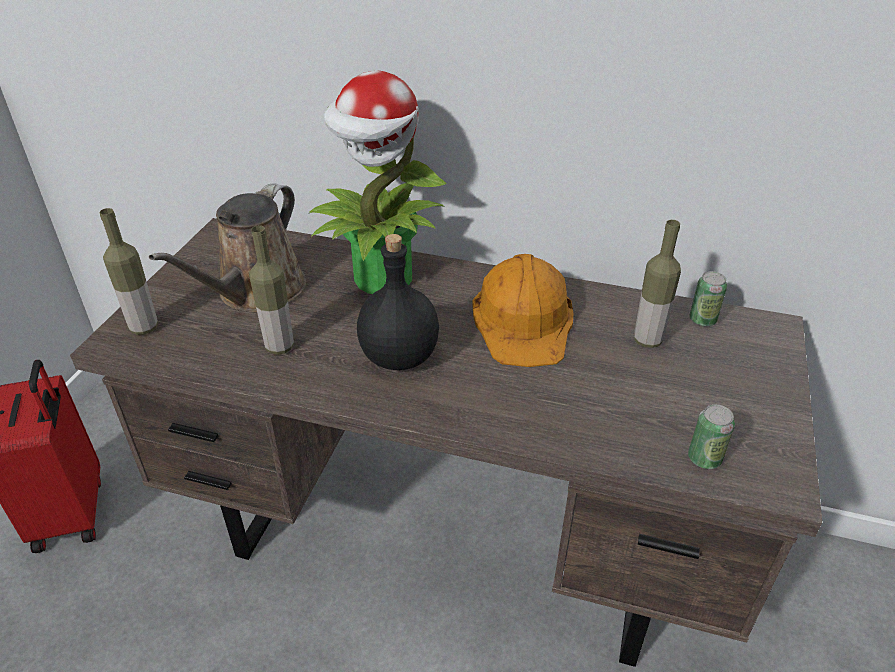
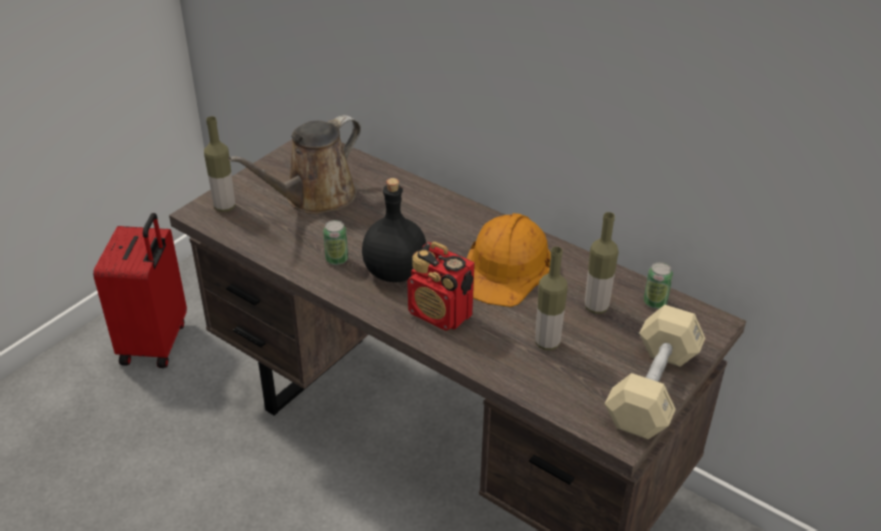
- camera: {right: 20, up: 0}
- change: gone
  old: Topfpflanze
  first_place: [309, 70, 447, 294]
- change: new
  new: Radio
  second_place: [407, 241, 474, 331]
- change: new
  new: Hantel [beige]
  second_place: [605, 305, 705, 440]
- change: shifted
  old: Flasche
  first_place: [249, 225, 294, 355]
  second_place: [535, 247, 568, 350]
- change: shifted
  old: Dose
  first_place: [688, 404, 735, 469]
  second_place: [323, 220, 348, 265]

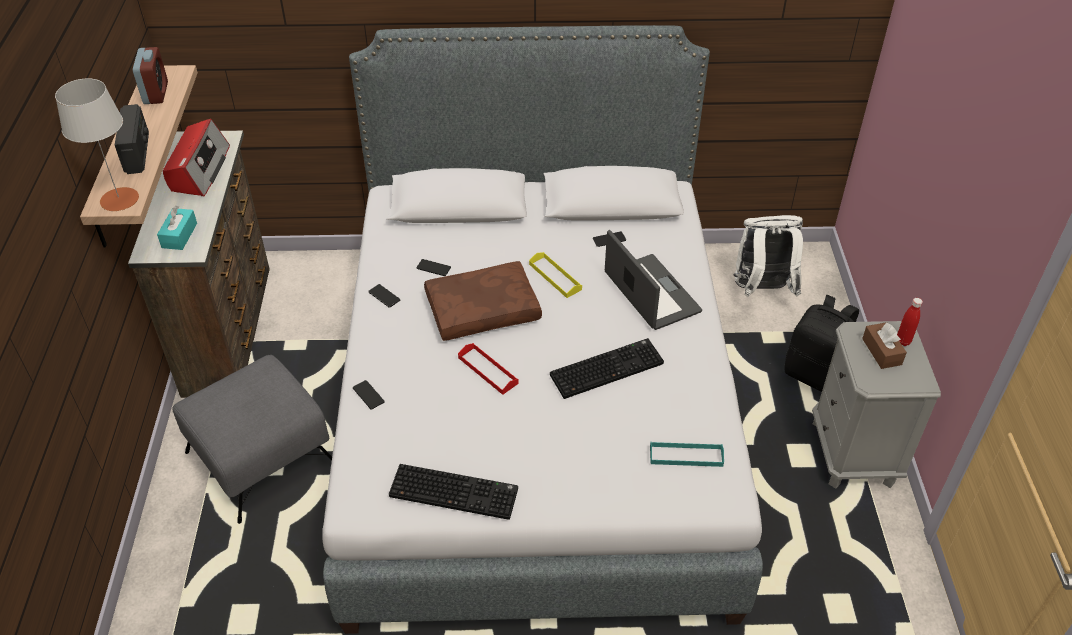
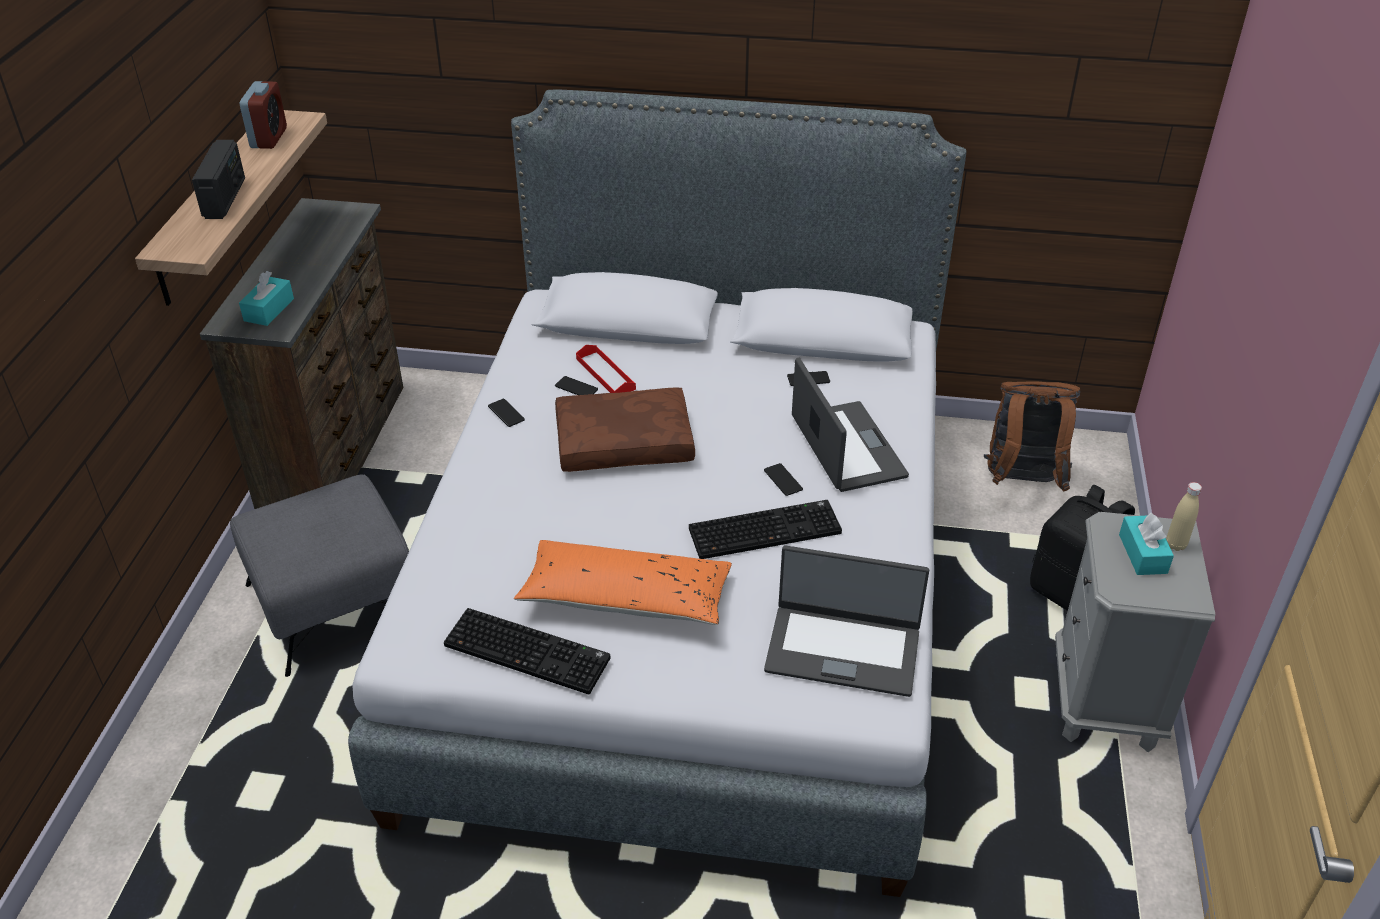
- camera: {right: 10, up: -5}
- change: gone
  old: Tischlampe [grau]
  first_place: [55, 78, 139, 211]
- change: gone
  old: Radio
  first_place: [163, 119, 230, 196]
- change: gone
  old: Tablett [gelb]
  first_place: [529, 252, 582, 298]
- change: new
  new: Kissen [orange]
  second_place: [514, 540, 732, 625]
- change: shifted
  old: Handy
  first_place: [353, 380, 385, 409]
  second_place: [764, 463, 803, 496]
- change: shifted
  old: Tablett [rot]
  first_place: [458, 343, 518, 395]
  second_place: [576, 345, 636, 393]
- change: swapped
  old: Tablett [türkis]
  new: Laptop
  first_place: [650, 442, 724, 467]
  second_place: [764, 545, 929, 697]
- change: repainted
  old: Rucksack [weiß]
  new: Rucksack [braun]
  first_place: [734, 215, 803, 297]
  second_place: [984, 382, 1080, 492]
- change: repainted
  old: Taschentuchbox [braun]
  new: Taschentuchbox [türkis]
  first_place: [862, 322, 907, 369]
  second_place: [1119, 513, 1174, 575]
- change: repainted
  old: Flasche [rot]
  new: Flasche [beige]
  first_place: [897, 298, 923, 346]
  second_place: [1166, 482, 1202, 551]

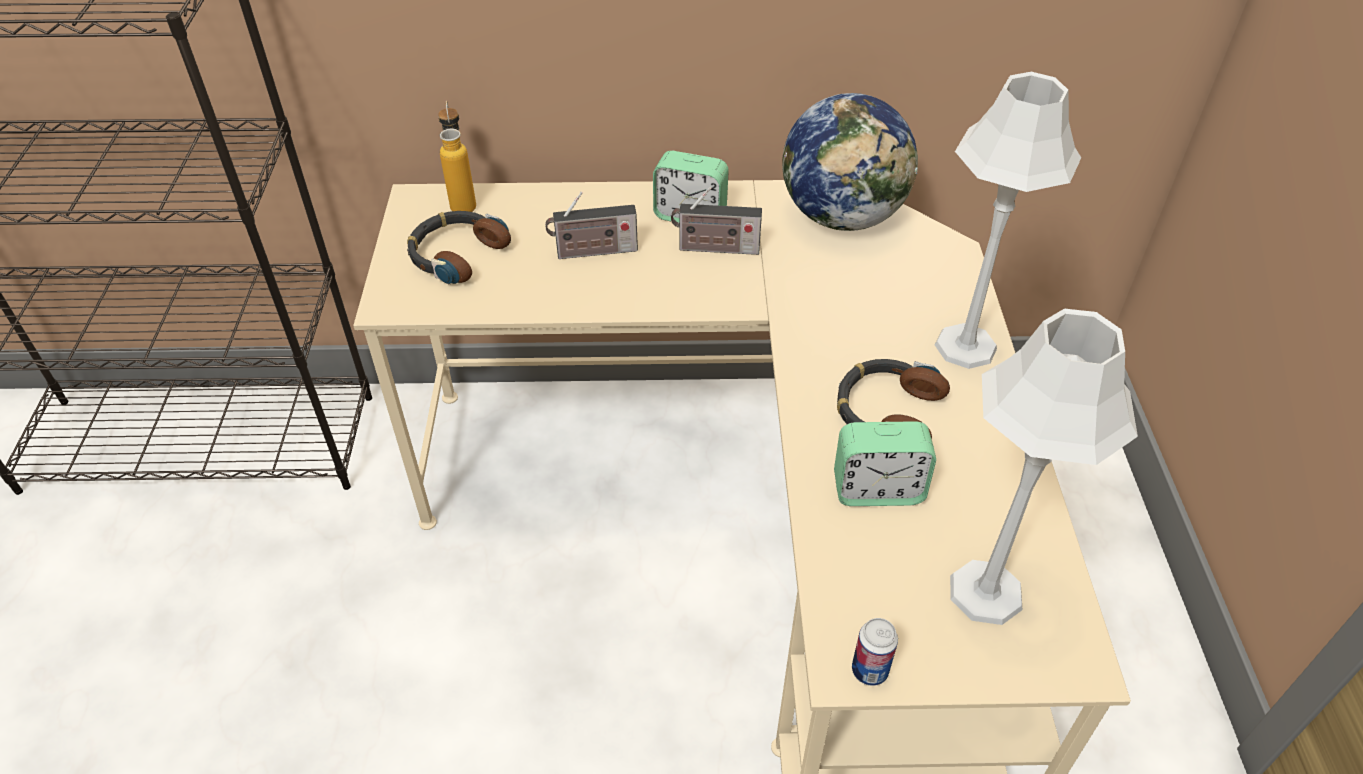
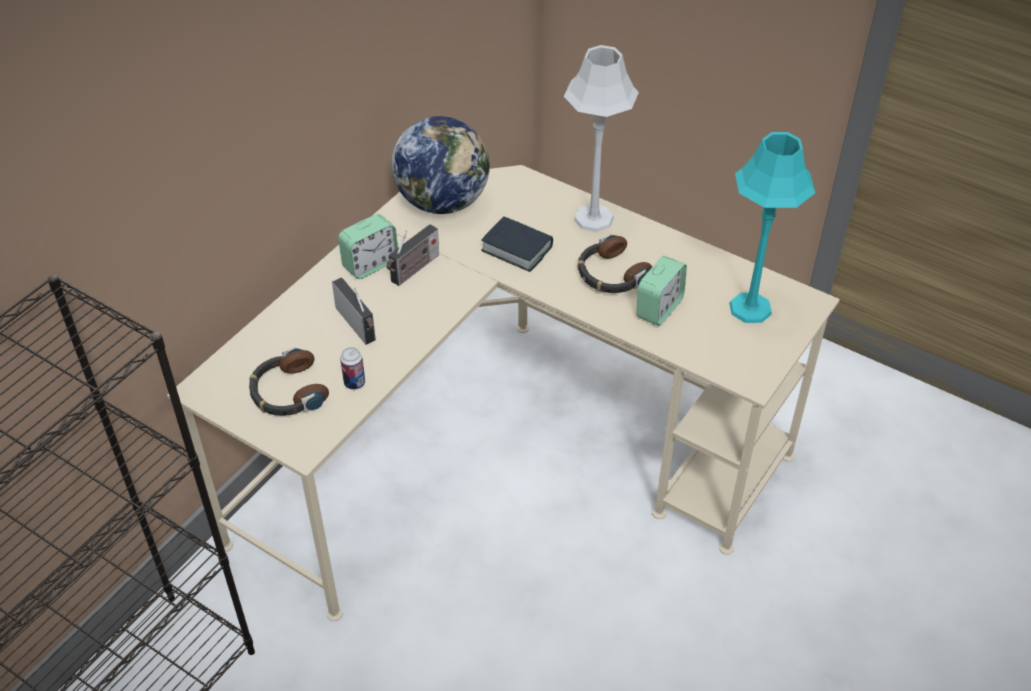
- camera: {right: -55, up: 0}
- change: gone
  old: Flasche
  first_place: [438, 101, 476, 212]
- change: new
  new: Buch
  second_place: [481, 216, 553, 272]
- change: shifted
  old: Dose
  first_place: [852, 618, 898, 686]
  second_place: [340, 347, 365, 390]
- change: repainted
  old: Tischlampe [grau]
  new: Tischlampe [türkis]
  first_place: [950, 309, 1138, 625]
  second_place: [729, 132, 815, 323]
- change: rotated
  old: Radio
  first_place: [545, 191, 638, 259]
  second_place: [332, 277, 376, 345]
  degrees: -60

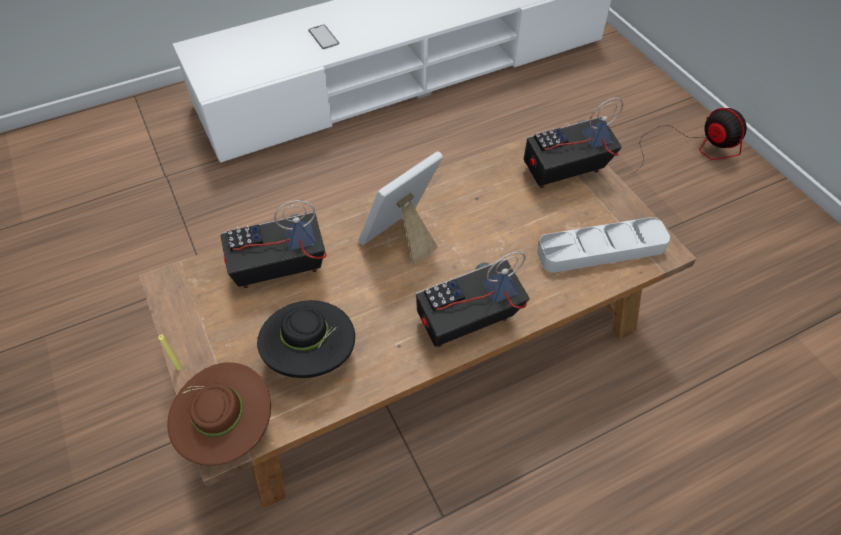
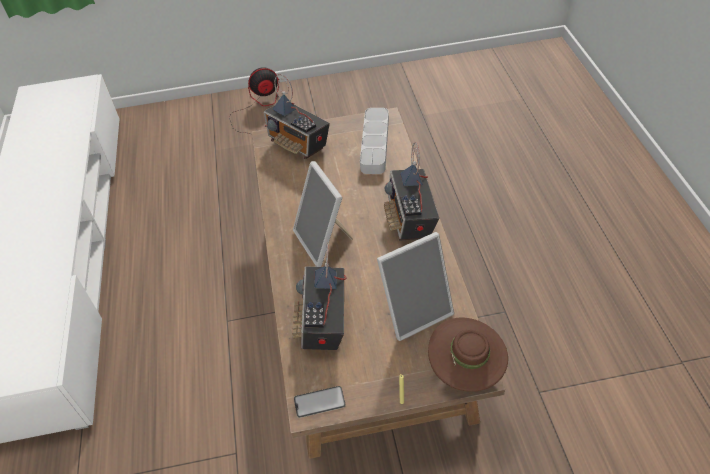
- camera: {right: -70, up: -5}
- change: shifted
  old: Handy
  first_place: [308, 25, 339, 49]
  second_place: [294, 386, 346, 418]
- change: swapped
  old: Hut [schwarz]
  new: Bilderrahmen
  first_place: [257, 300, 355, 378]
  second_place: [377, 232, 454, 341]
- change: rotated
  old: Radio
  first_place: [524, 97, 623, 188]
  second_place: [264, 74, 330, 159]
  degrees: -45

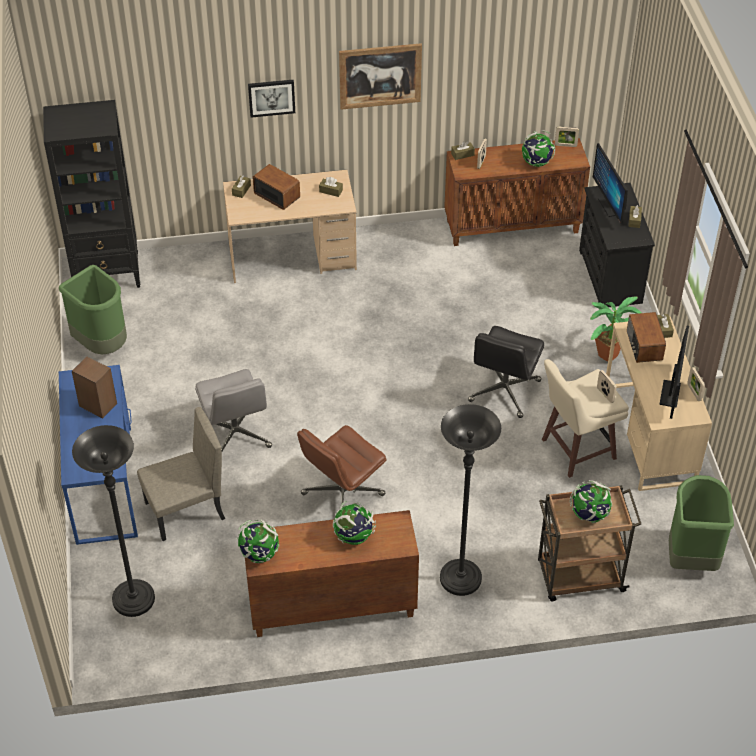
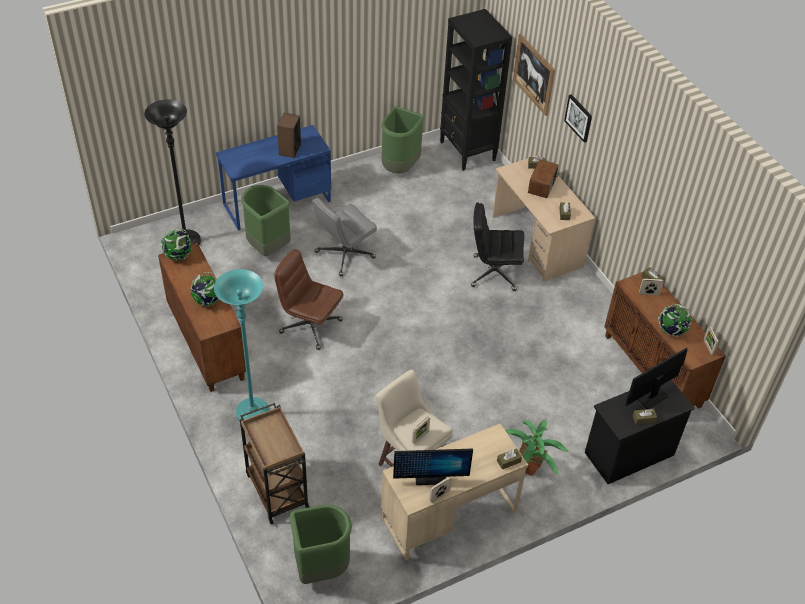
- camera: {right: 70, up: 0}
- change: gone
  old: Globus
  first_place: [569, 480, 612, 523]
- change: gone
  old: Radio
  first_place: [627, 312, 666, 363]
- change: shifted
  old: Bild
  first_place: [339, 43, 422, 110]
  second_place: [513, 34, 555, 116]
- change: shifted
  old: Bürostuhl [schwarz]
  first_place: [468, 326, 544, 418]
  second_place: [471, 203, 524, 291]
- change: swapped
  old: Stuhl [beige]
  new: Mülleimer [grün]
  first_place: [137, 407, 225, 541]
  second_place: [241, 185, 291, 256]
- change: repainted
  old: Stehlampe [schwarz]
  new: Stehlampe [türkis]
  first_place: [440, 404, 501, 596]
  second_place: [214, 269, 269, 421]

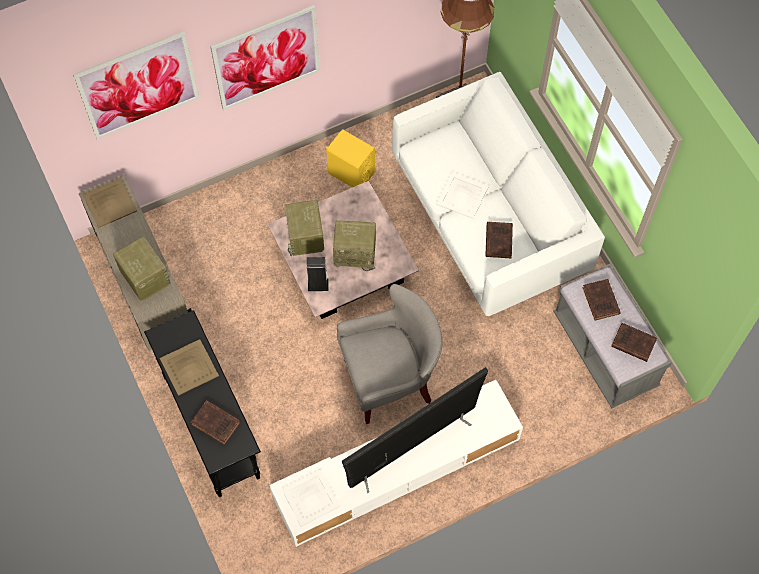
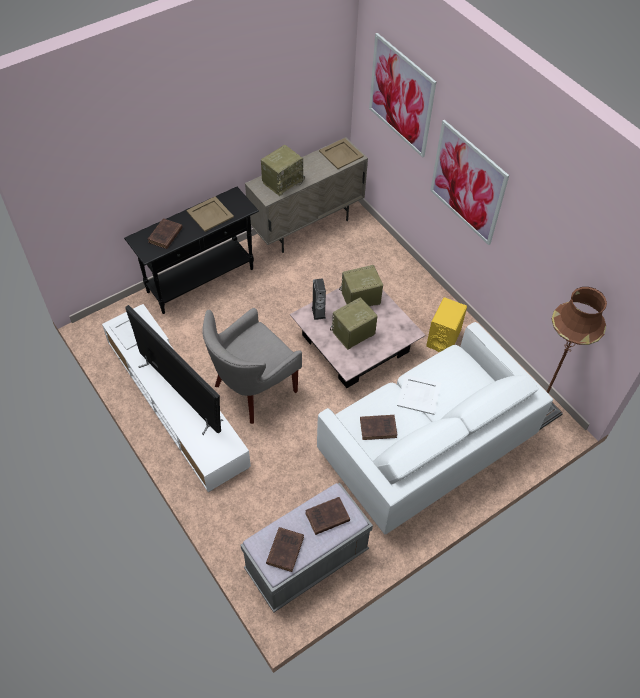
- camera: {right: 80, up: -10}
- change: rotated
  old: Radio
  first_place: [333, 220, 376, 271]
  second_place: [330, 297, 378, 350]
  degrees: 60
- change: rotated
  old: Sessel [grau]
  first_place: [337, 284, 442, 424]
  second_place: [202, 308, 302, 424]
  degrees: 75

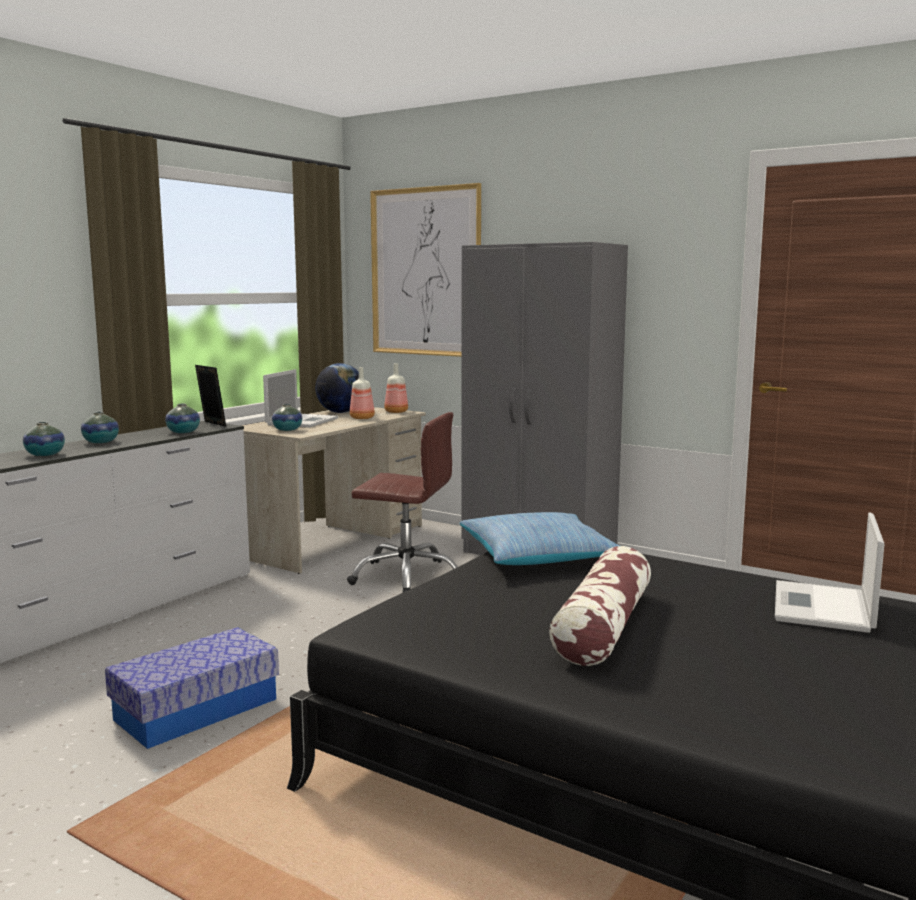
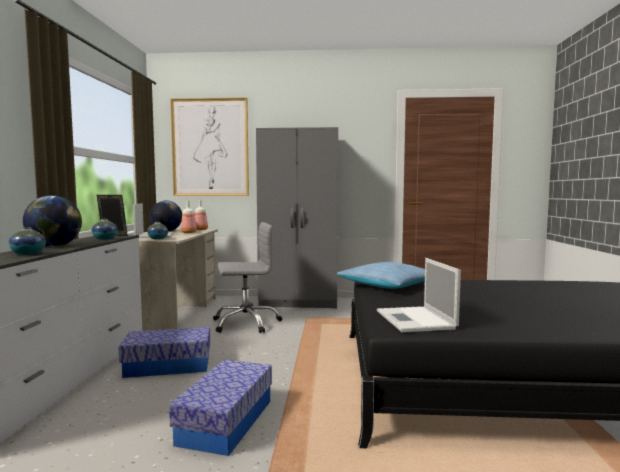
- camera: {right: -30, up: -5}
- change: gone
  old: Kissen
  first_place: [549, 546, 651, 666]
- change: new
  new: Aufbewahrungsbox
  second_place: [119, 327, 210, 378]
- change: shifted
  old: Laptop
  first_place: [775, 512, 885, 633]
  second_place: [377, 258, 461, 333]
- change: swapped
  old: Vase
  new: Globus
  first_place: [81, 412, 119, 443]
  second_place: [23, 195, 82, 247]
- change: repainted
  old: Bürostuhl [braun]
  new: Bürostuhl [grau]
  first_place: [347, 412, 458, 592]
  second_place: [213, 222, 282, 333]

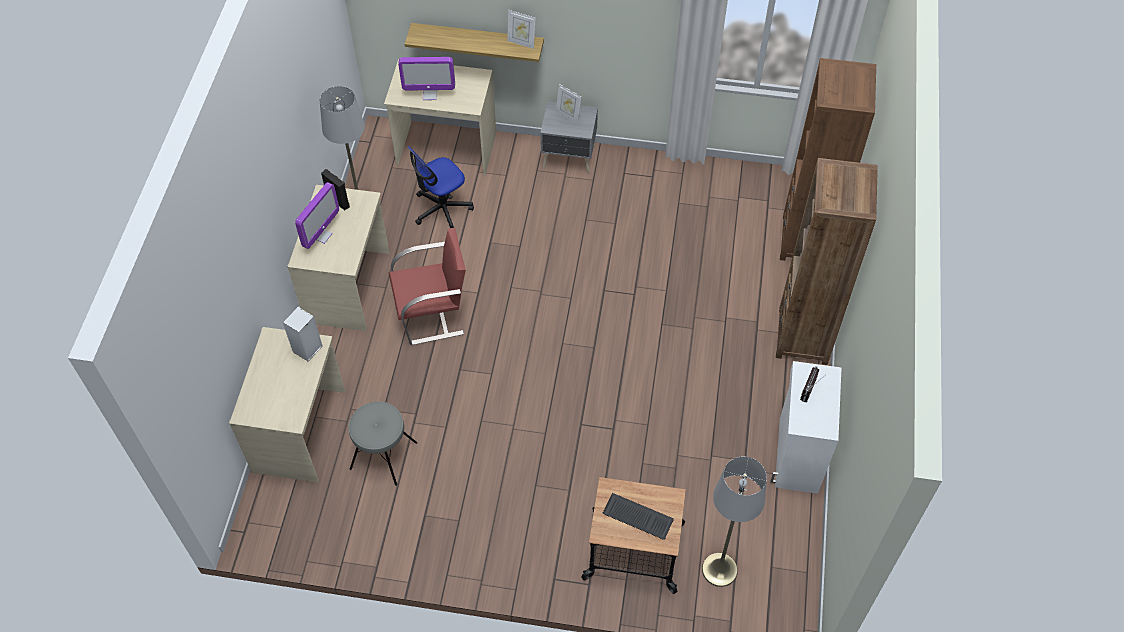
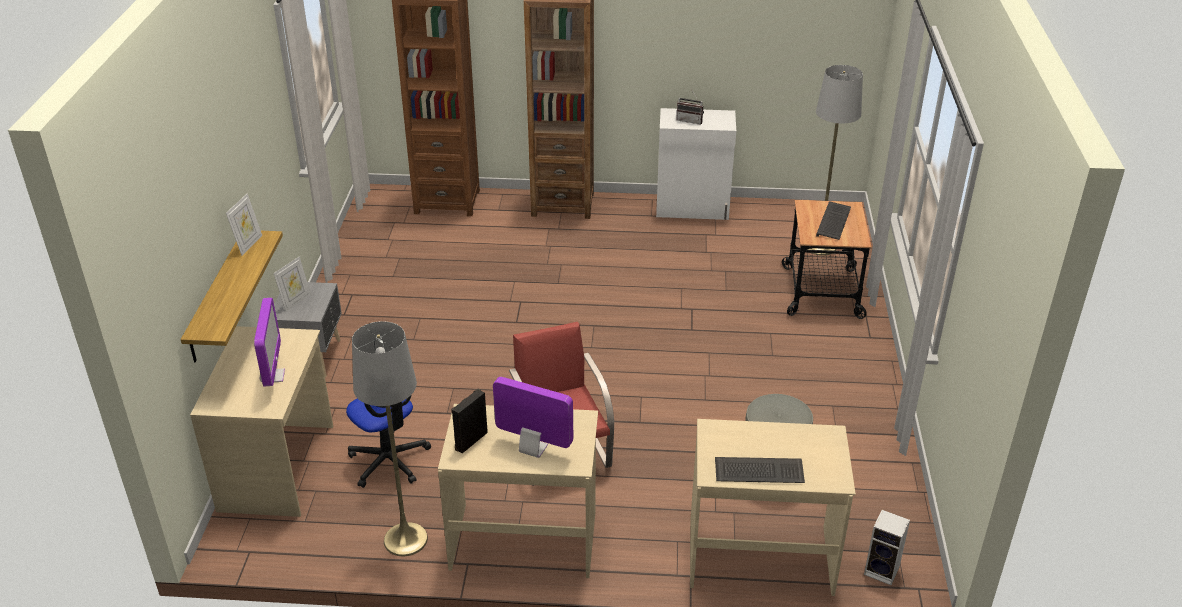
- camera: {right: -95, up: -20}
- change: new
  new: Tastatur
  second_place: [715, 457, 805, 483]
- change: shifted
  old: Lautsprecher
  first_place: [283, 307, 323, 362]
  second_place: [864, 510, 910, 585]

